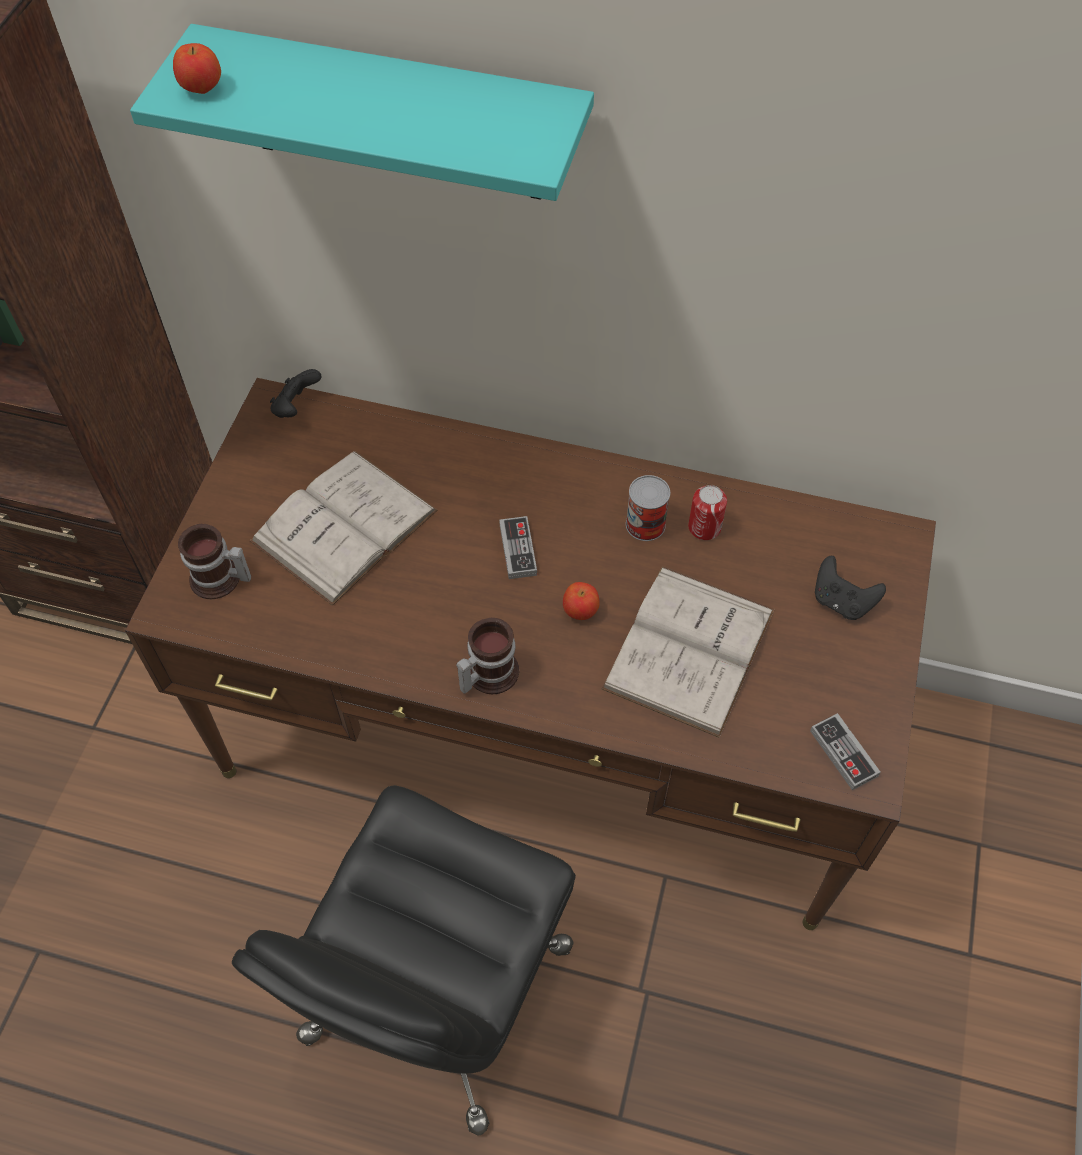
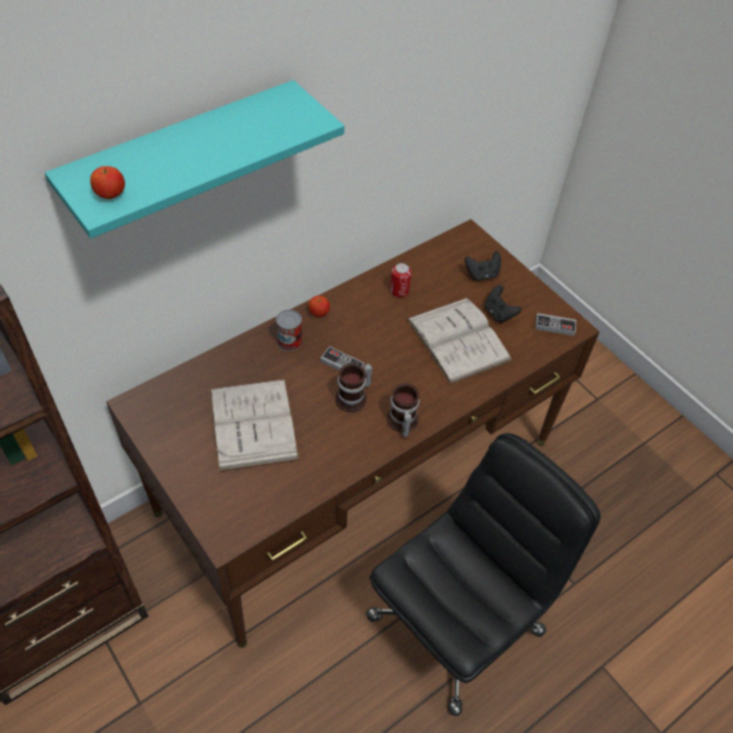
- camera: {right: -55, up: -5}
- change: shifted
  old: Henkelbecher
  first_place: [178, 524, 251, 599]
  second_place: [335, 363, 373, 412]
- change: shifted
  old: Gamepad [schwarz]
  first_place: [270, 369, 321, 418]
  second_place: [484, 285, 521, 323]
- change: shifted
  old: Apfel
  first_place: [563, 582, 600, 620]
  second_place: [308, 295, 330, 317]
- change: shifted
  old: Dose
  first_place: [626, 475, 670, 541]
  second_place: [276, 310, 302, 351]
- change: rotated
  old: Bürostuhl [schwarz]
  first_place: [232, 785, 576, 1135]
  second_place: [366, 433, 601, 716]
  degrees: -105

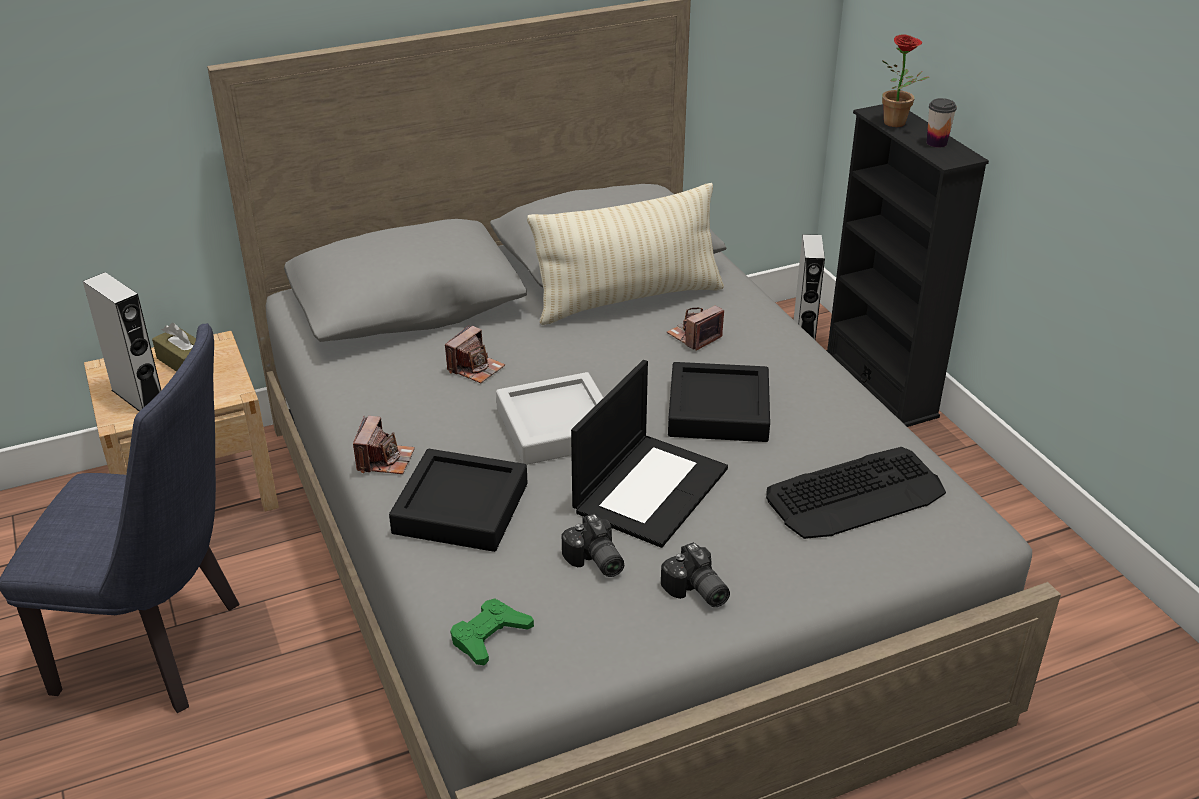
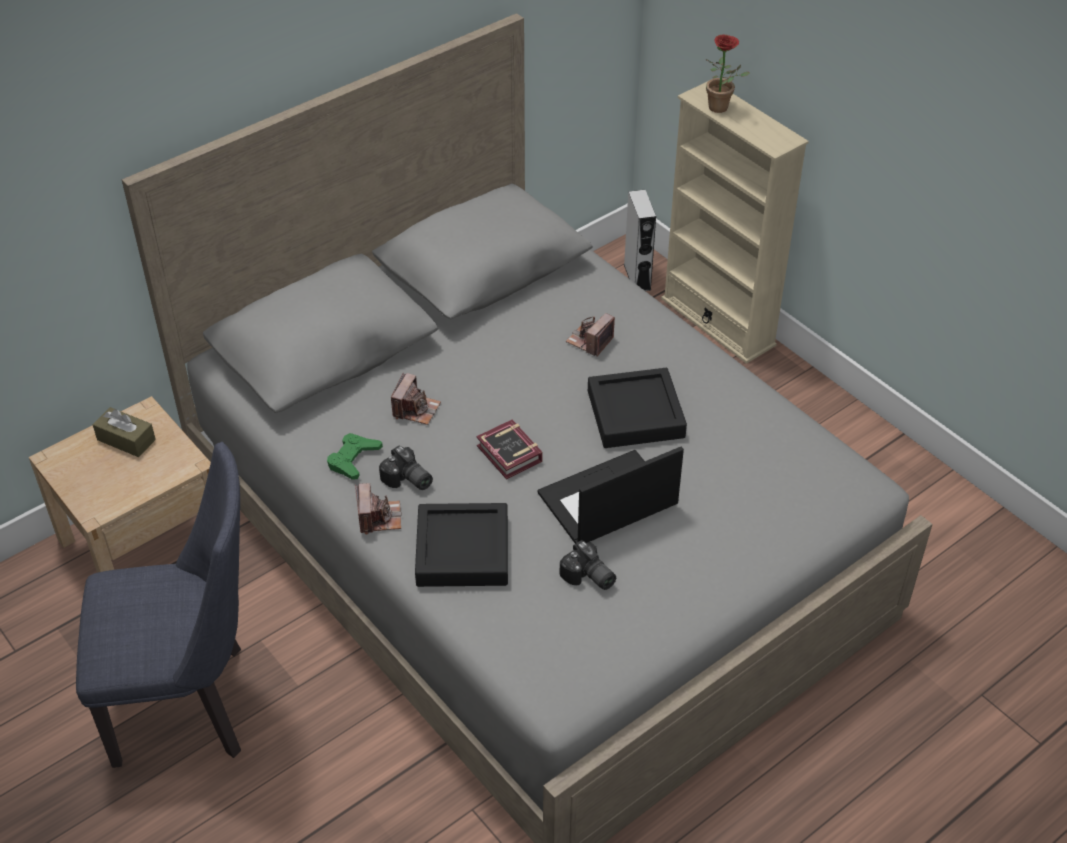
- camera: {right: -15, up: 10}
- change: gone
  old: Lautsprecher [grau]
  first_place: [83, 272, 161, 412]
- change: gone
  old: Kissen [beige]
  first_place: [527, 183, 724, 325]
- change: gone
  old: Tastatur
  first_place: [766, 447, 946, 539]
- change: gone
  old: Tasse
  first_place: [927, 98, 957, 148]
- change: shifted
  old: Gamepad [grün]
  first_place: [450, 598, 534, 665]
  second_place: [327, 433, 383, 480]
- change: shifted
  old: Kamera
  first_place: [661, 542, 730, 607]
  second_place: [379, 445, 433, 490]
- change: swapped
  old: Tablett [grau]
  new: Buch
  first_place: [496, 372, 603, 465]
  second_place: [476, 420, 542, 480]
- change: repainted
  old: Bücherregal [schwarz]
  new: Bücherregal [beige]
  first_place: [827, 104, 989, 427]
  second_place: [661, 81, 809, 364]
- change: rotated
  old: Laptop
  first_place: [571, 360, 728, 548]
  second_place: [538, 447, 684, 544]
  degrees: -135

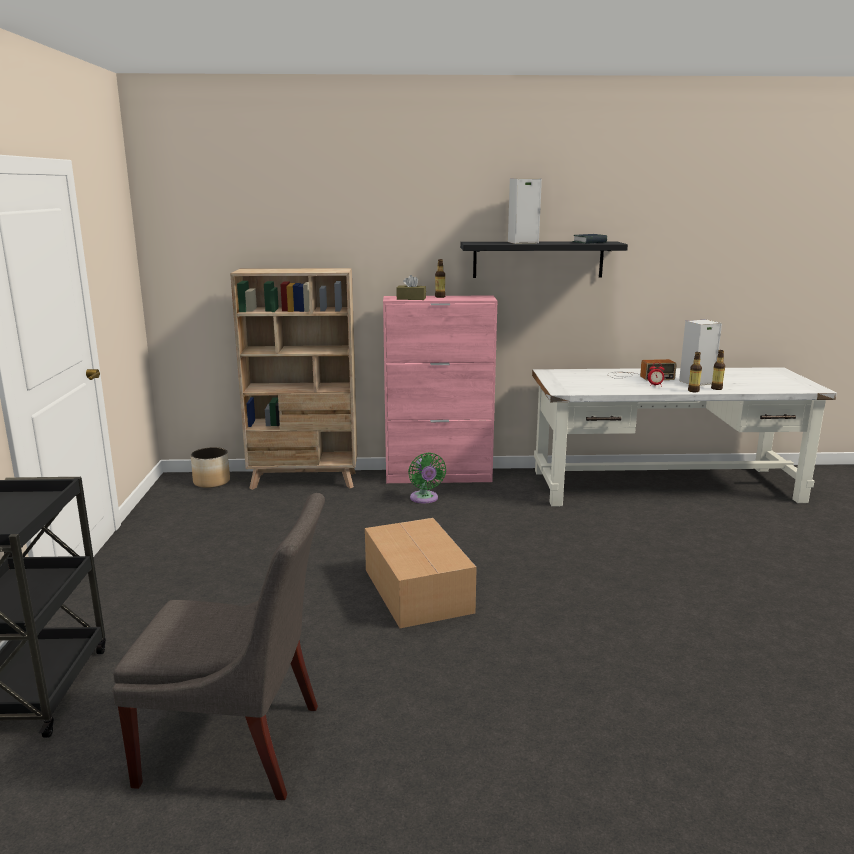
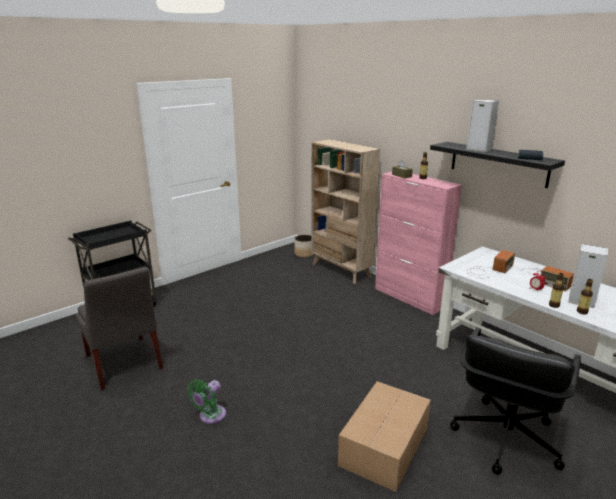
- camera: {right: 50, up: 5}
- change: new
  new: Bürostuhl [schwarz]
  second_place: [450, 327, 581, 475]
- change: new
  new: Radio
  second_place: [467, 250, 515, 278]
- change: shifted
  old: Karton
  first_place: [365, 518, 477, 628]
  second_place: [338, 381, 431, 492]
- change: shifted
  old: Ventilator [grün]
  first_place: [408, 453, 446, 503]
  second_place: [187, 379, 226, 424]

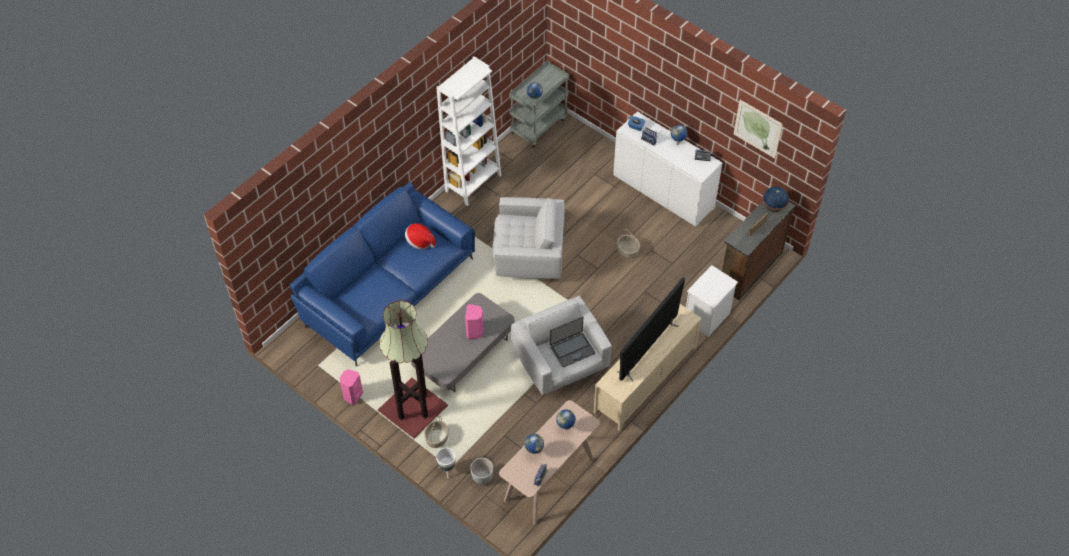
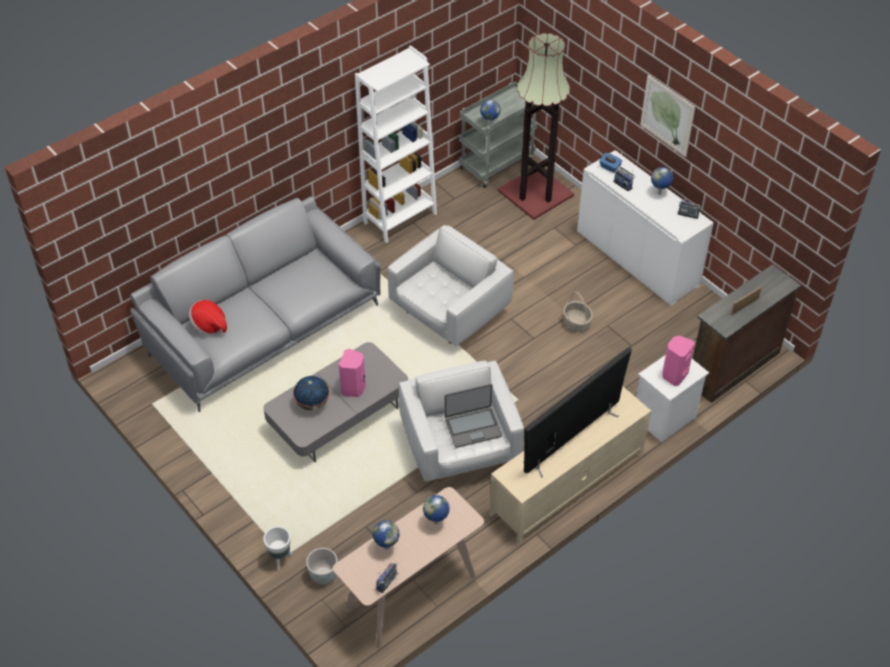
- camera: {right: 10, up: -5}
- change: gone
  old: Korb
  first_place: [424, 416, 449, 448]
- change: shifted
  old: Lautsprecher [rosa]
  first_place: [340, 369, 363, 405]
  second_place: [662, 336, 695, 386]
- change: shifted
  old: Stehlampe
  first_place: [378, 300, 448, 439]
  second_place: [498, 33, 574, 220]
- change: shifted
  old: Hut
  first_place: [405, 223, 436, 249]
  second_place: [189, 300, 227, 336]
- change: shifted
  old: Bild
  first_place: [734, 100, 783, 159]
  second_place: [640, 75, 695, 157]
- change: shifted
  old: Globus
  first_place: [762, 187, 789, 212]
  second_place: [293, 376, 329, 411]
- change: repainted
  old: Sofa [blau]
  new: Sofa [grau]
  first_place: [290, 182, 475, 366]
  second_place: [130, 197, 381, 412]
- change: rotated
  old: Sessel [weiß]
  first_place: [493, 197, 565, 279]
  second_place: [388, 225, 514, 346]
  degrees: -60

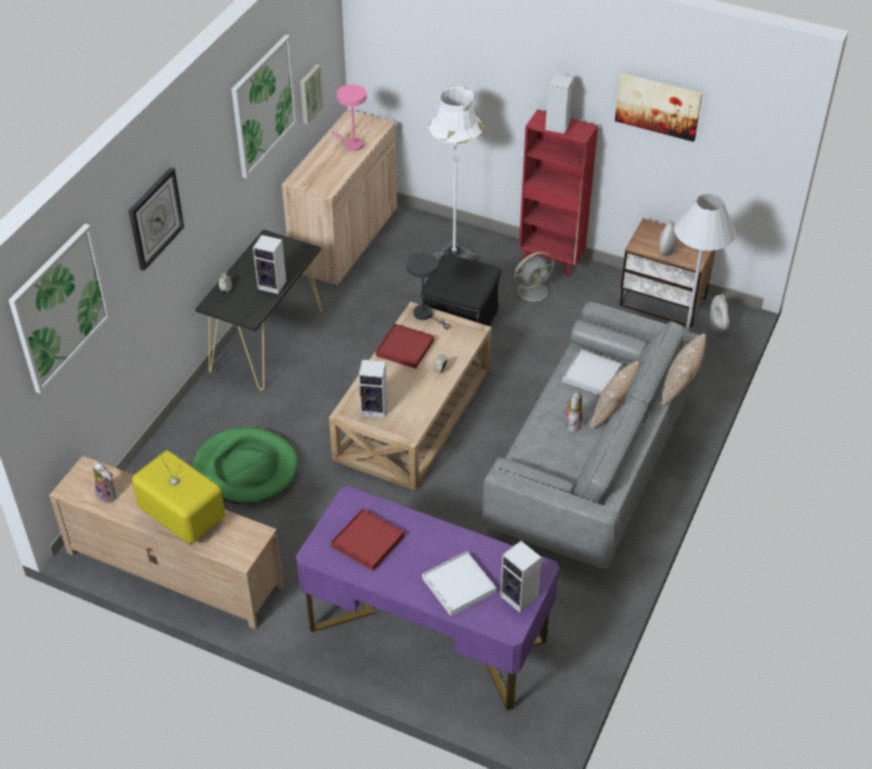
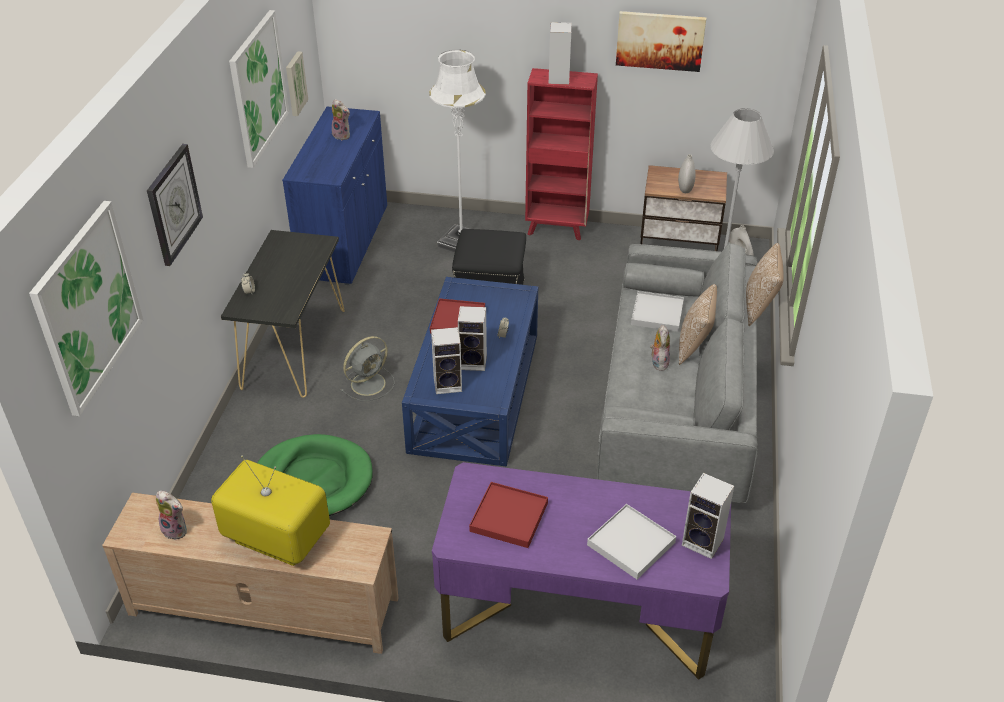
- camera: {right: -15, up: -5}
- change: gone
  old: Tischlampe [grau]
  first_place: [407, 252, 450, 329]
- change: shifted
  old: Lautsprecher
  first_place: [253, 235, 286, 294]
  second_place: [458, 306, 487, 371]
- change: shifted
  old: Ventilator [grau]
  first_place: [509, 252, 555, 306]
  second_place: [341, 336, 395, 401]
- change: swapped
  old: Tischlampe [rosa]
  new: Plüschtier
  first_place: [331, 84, 367, 151]
  second_place: [332, 99, 350, 140]
- change: repainted
  old: Schrank [beige]
  new: Schrank [blau]
  first_place: [282, 109, 397, 286]
  second_place: [282, 107, 387, 285]
- change: repainted
  old: Couchtisch [beige]
  new: Couchtisch [blau]
  first_place: [329, 302, 491, 490]
  second_place: [402, 277, 538, 466]

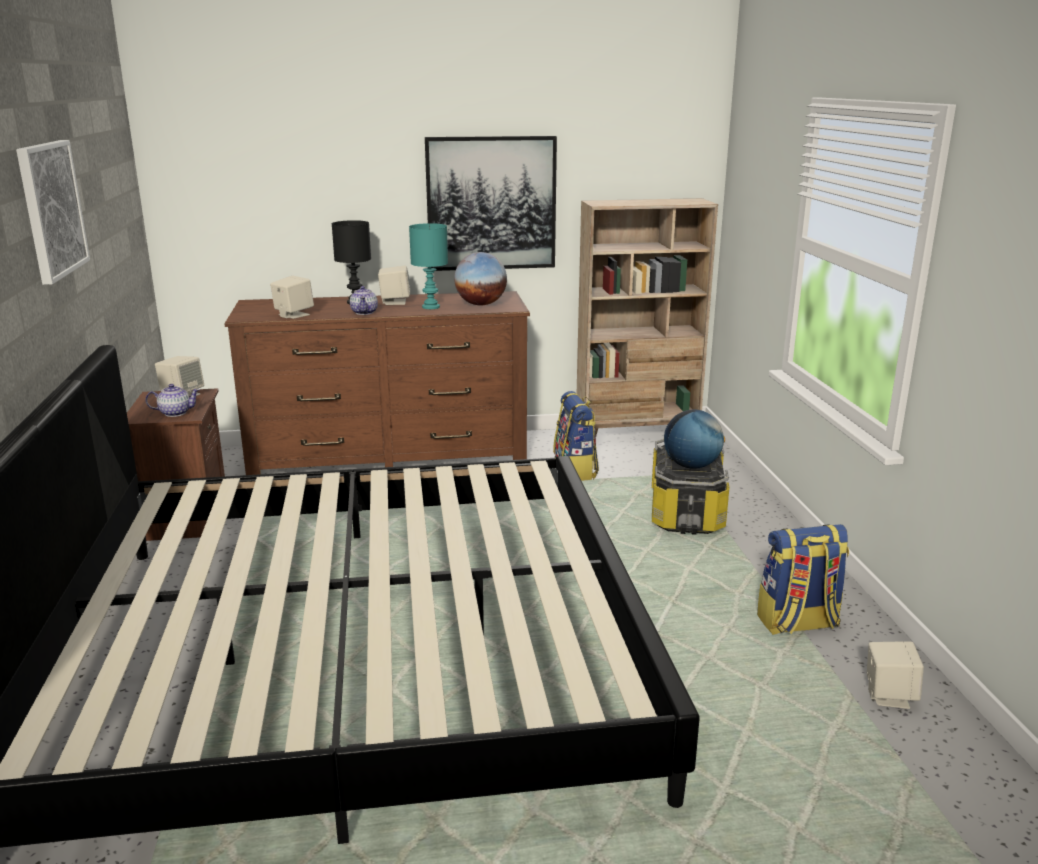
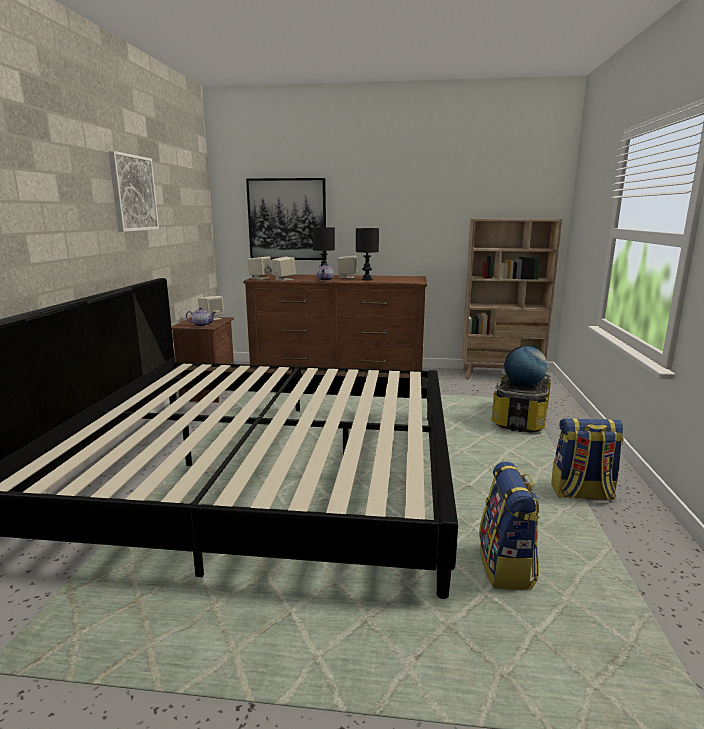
- camera: {right: 15, up: -5}
- change: gone
  old: Globus
  first_place: [454, 252, 507, 306]
- change: shifted
  old: Bild
  first_place: [425, 136, 557, 271]
  second_place: [246, 178, 327, 260]
- change: shifted
  old: Rucksack
  first_place: [553, 391, 599, 481]
  second_place: [479, 462, 540, 590]
- change: shifted
  old: Lautsprecher [beige]
  first_place: [867, 641, 924, 709]
  second_place: [247, 256, 272, 280]
- change: repainted
  old: Tischlampe [türkis]
  new: Tischlampe [schwarz]
  first_place: [409, 223, 448, 309]
  second_place: [356, 228, 379, 280]

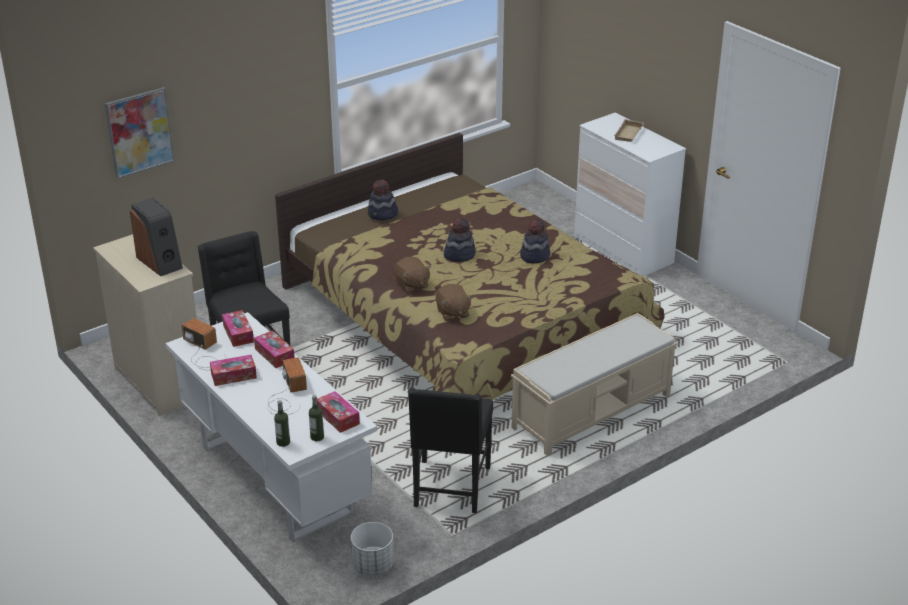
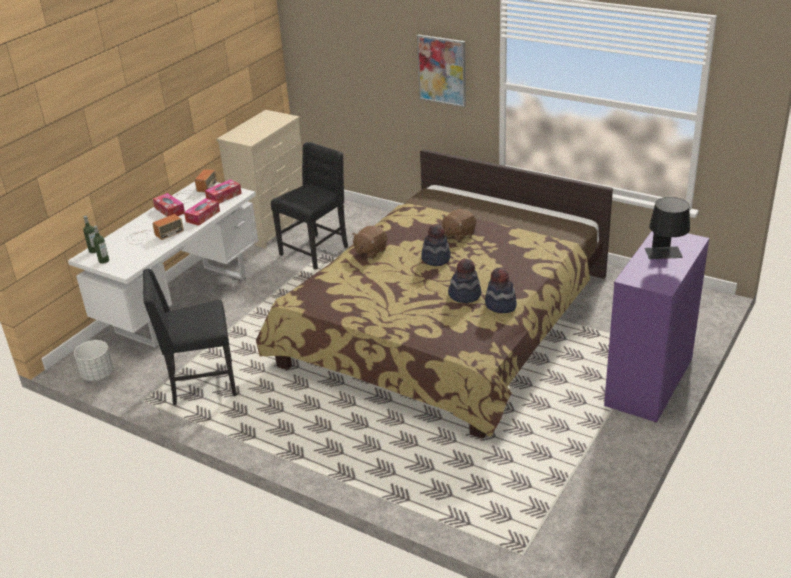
- camera: {right: 70, up: 0}
- change: gone
  old: Lautsprecher
  first_place: [130, 198, 183, 276]
- change: gone
  old: Taschentuchbox
  first_place: [317, 391, 360, 433]
- change: gone
  old: Bank [beige]
  first_place: [511, 313, 678, 456]
- change: shifted
  old: Bild
  first_place: [105, 87, 174, 179]
  second_place: [417, 34, 466, 107]
- change: shifted
  old: Hut
  first_place: [368, 180, 398, 221]
  second_place: [485, 268, 517, 313]
- change: shifted
  old: Plüschtier [braun]
  first_place: [436, 284, 473, 321]
  second_place: [442, 209, 476, 241]
- change: swapped
  old: Tablett [beige]
  new: Tischlampe [schwarz]
  first_place: [614, 119, 644, 142]
  second_place: [645, 197, 690, 259]
- change: repainted
  old: Kommode [weiß]
  new: Kommode [lila]
  first_place: [574, 113, 686, 276]
  second_place: [604, 231, 709, 423]

